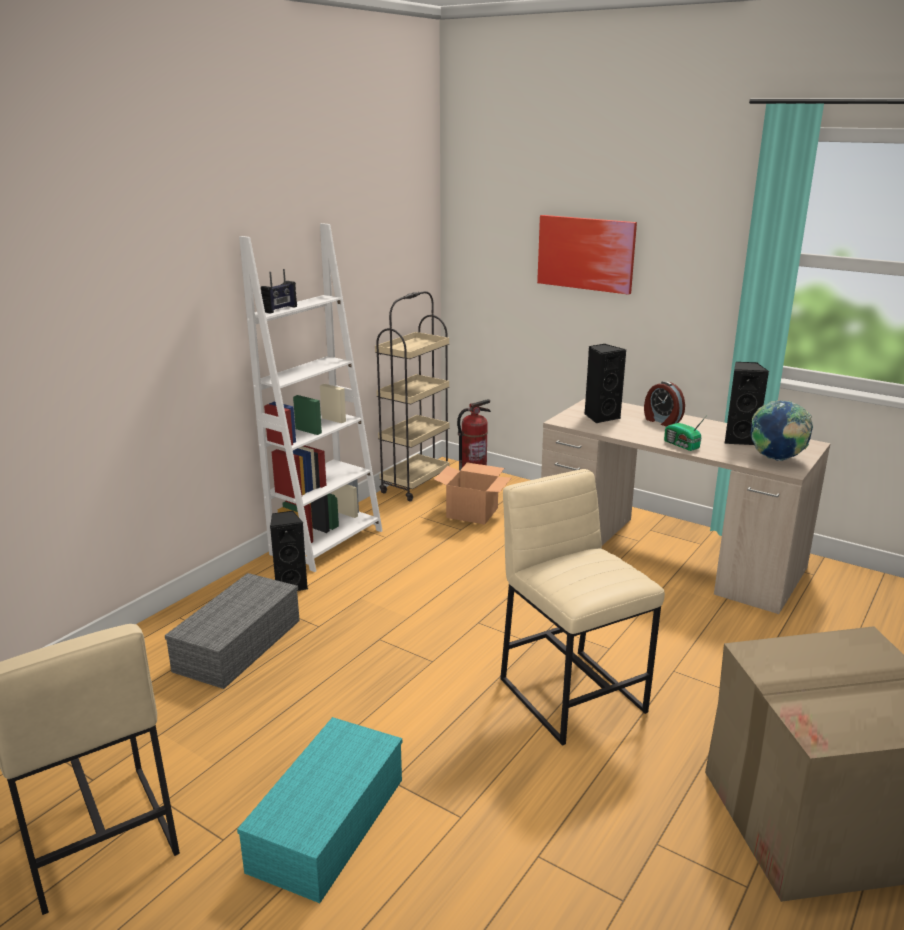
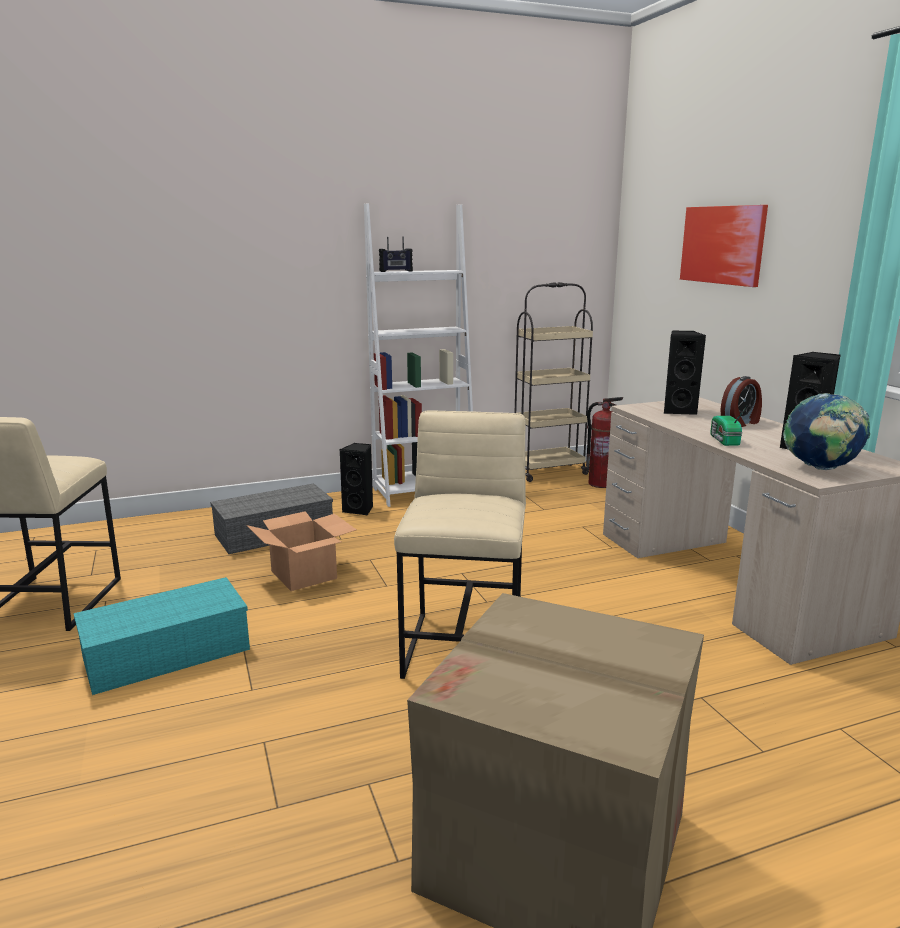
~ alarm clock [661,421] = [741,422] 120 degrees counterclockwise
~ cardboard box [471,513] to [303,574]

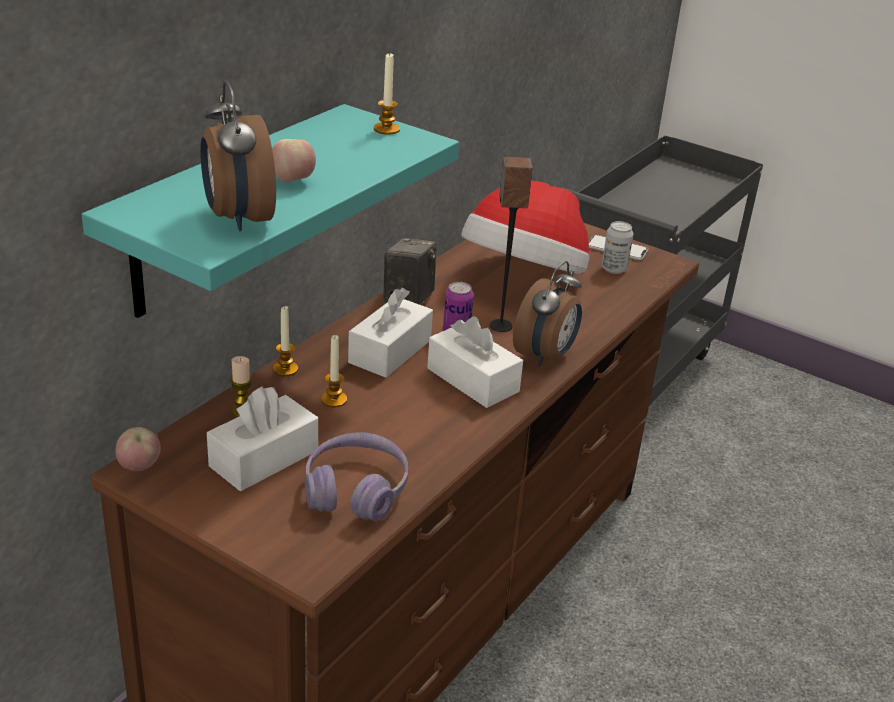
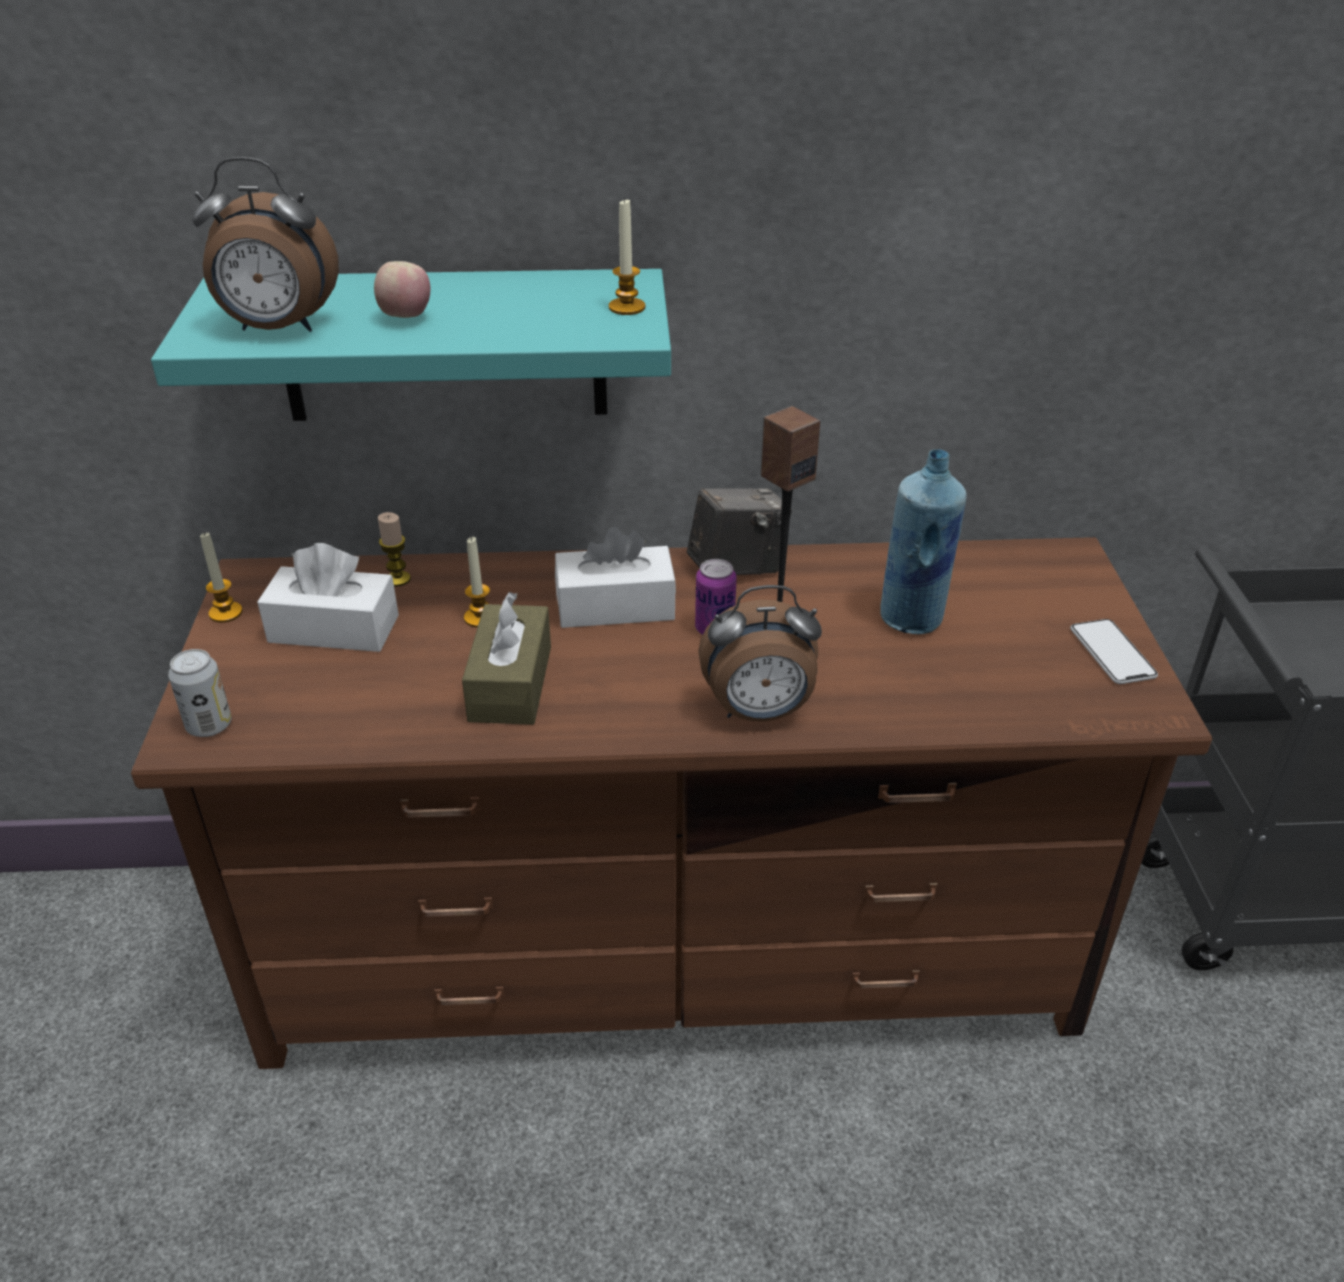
~ alarm clock [237,218] = [278,329] 120 degrees counterclockwise
~ hat [525,278] to bottle (blue) [912,619]
~ can [614,269] to [209,725]
~ candle [285,369] to [225,613]
- tissue box (white) [472,380]
- apple [139,467]
- headphones (purple) [355,490]
+ tissue box (brown) [510,683]

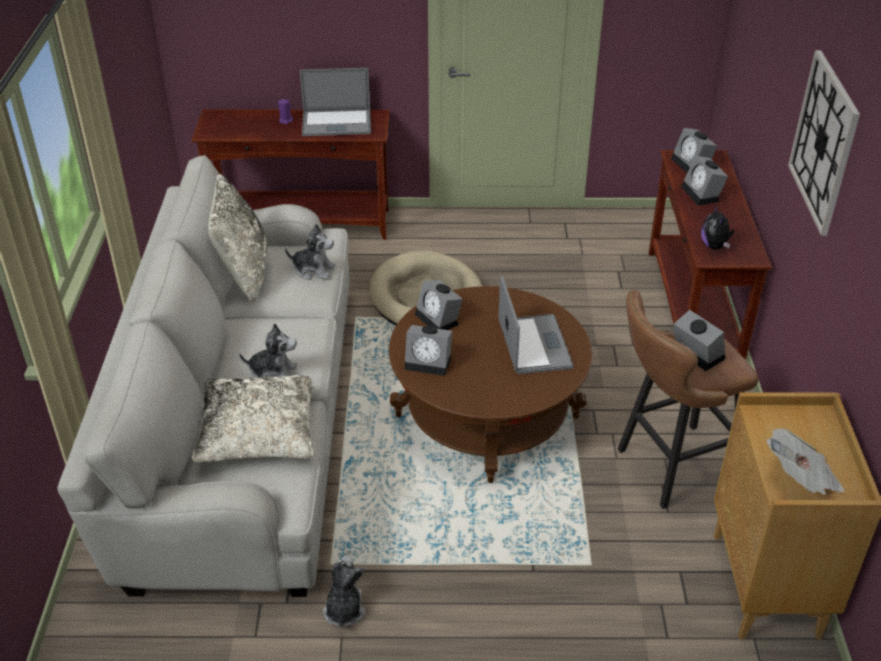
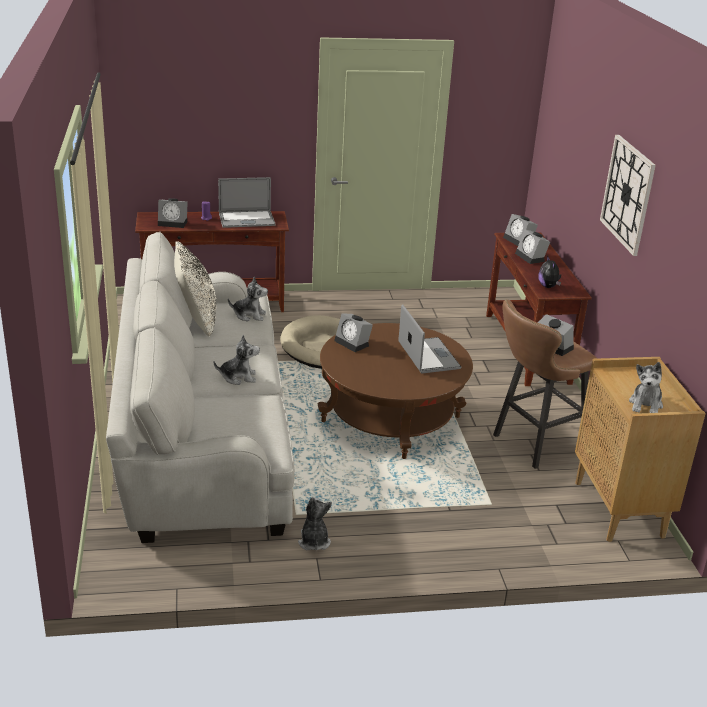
~ alarm clock [429,362] to [174,223]
- pillow (beige) [258,431]
~ newspaper [801,478] to plush toy [645,405]

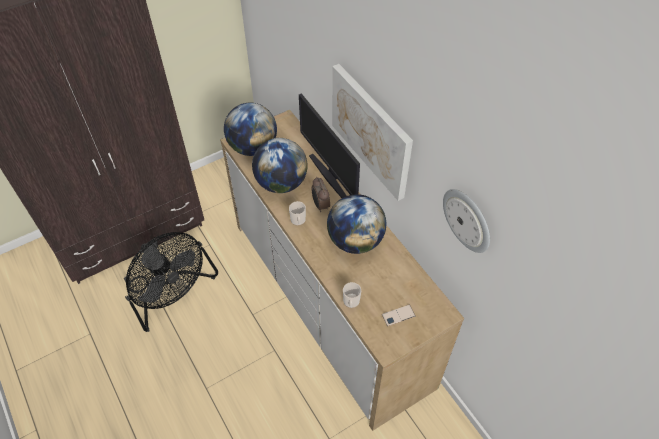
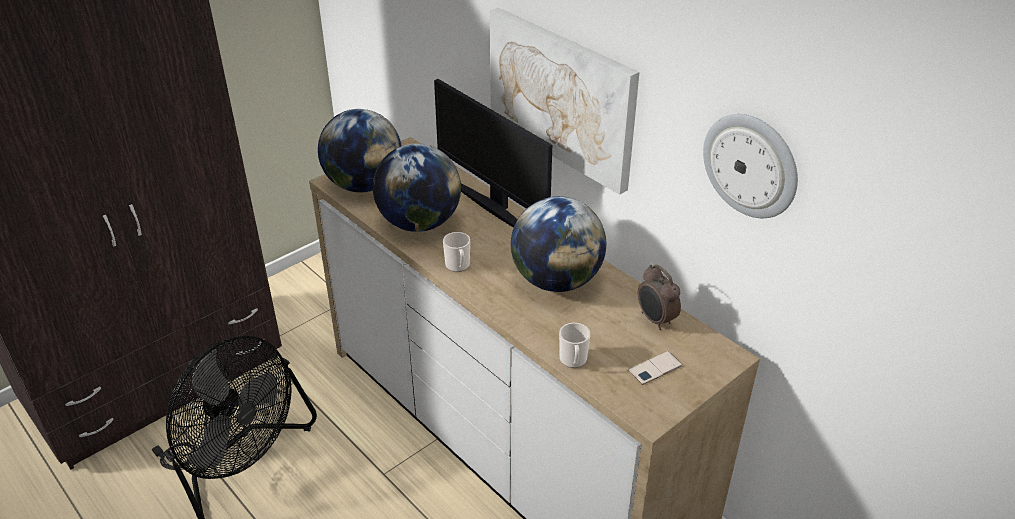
~ alarm clock [320,205] to [655,320]

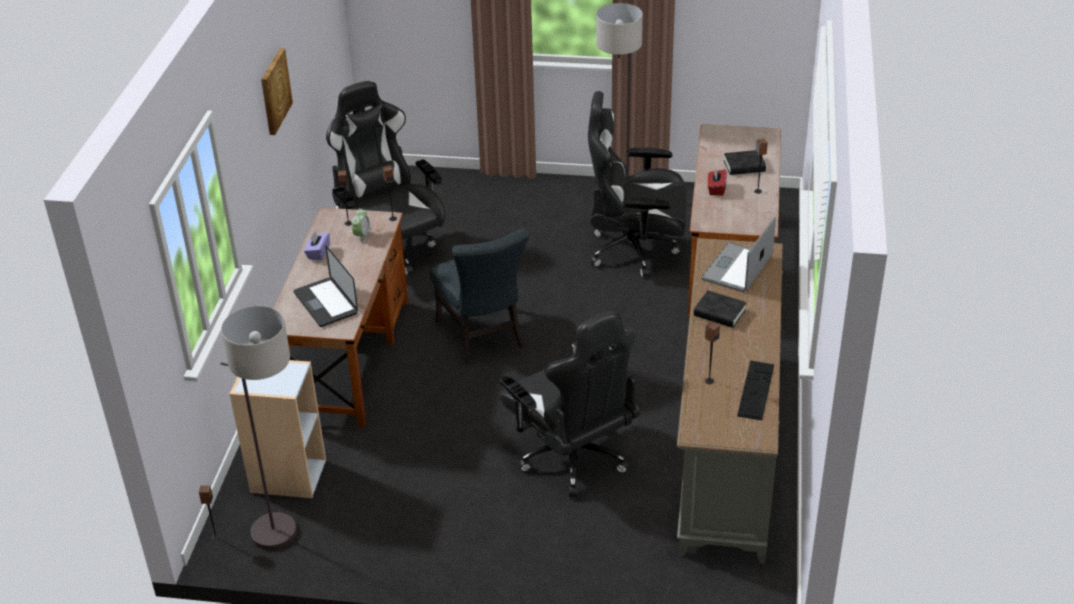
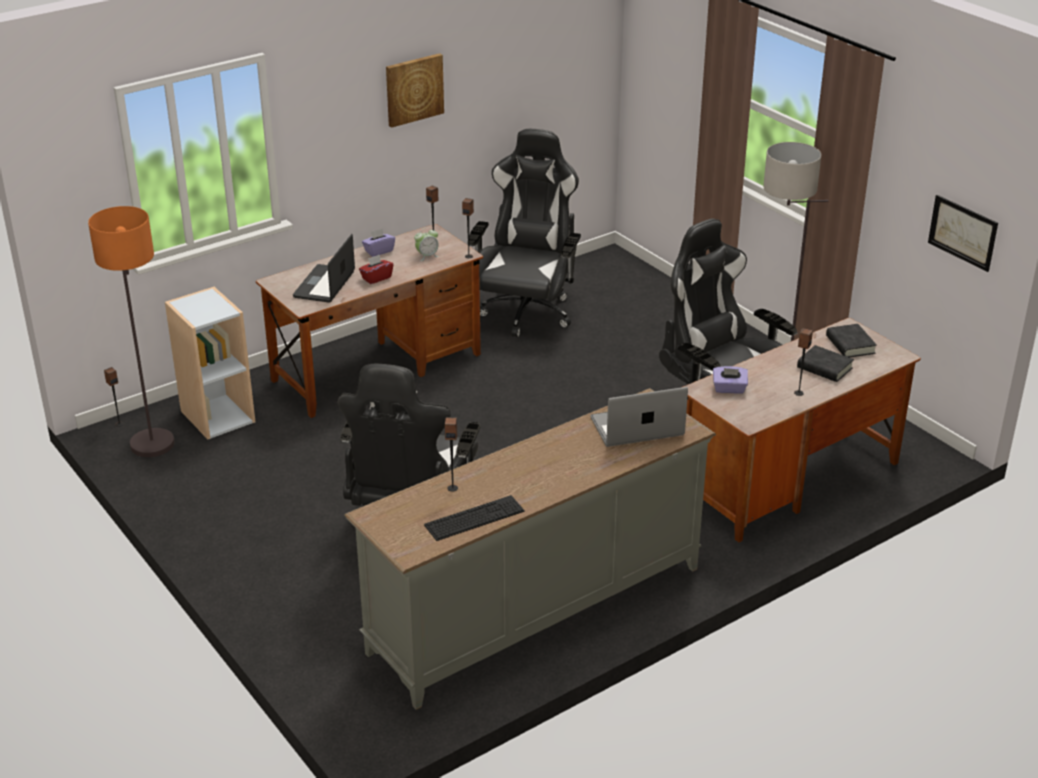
~ tissue box (red) [716,189] to [376,278]
- chair (grey) [484,337]
~ book (black) [719,313] to [850,345]
~ floor lamp (grey) [286,536] to floor lamp (orange) [155,451]
+ picture [962,232]
+ tissue box (purple) [729,389]

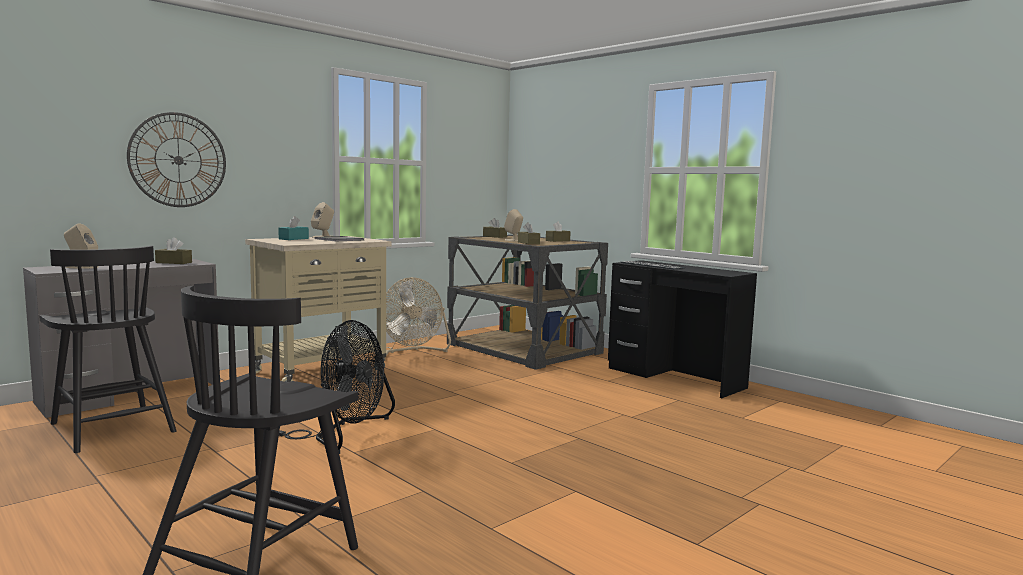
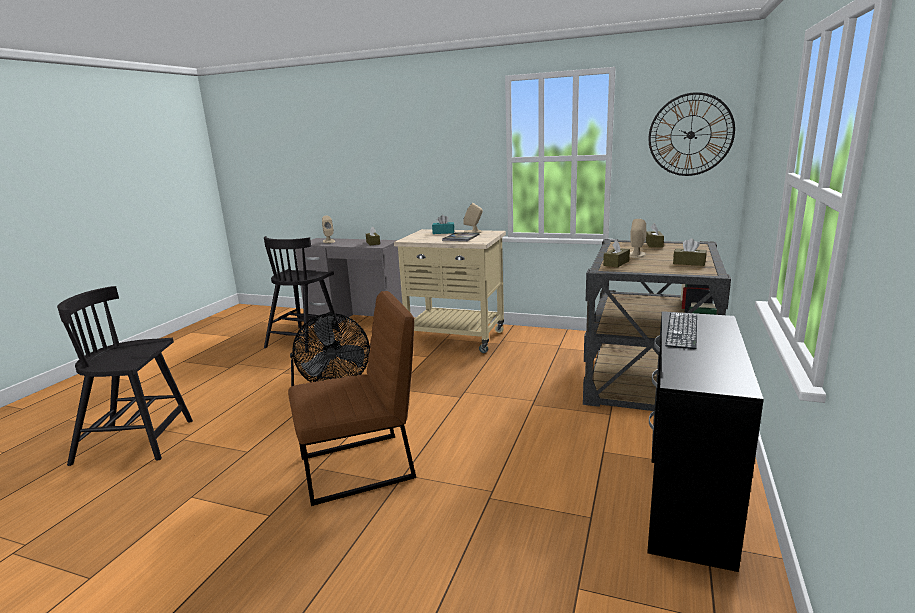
~ wall clock [178,160] to [690,135]
- fan (beige) [406,353]
+ chair (brown) [361,467]

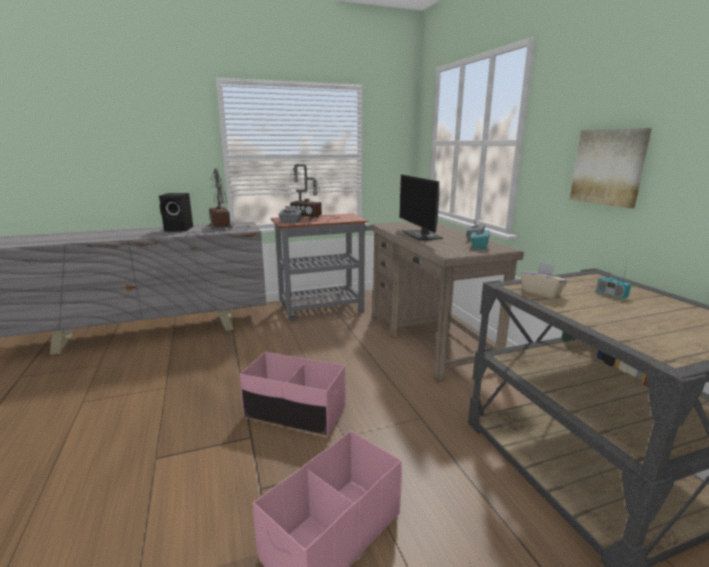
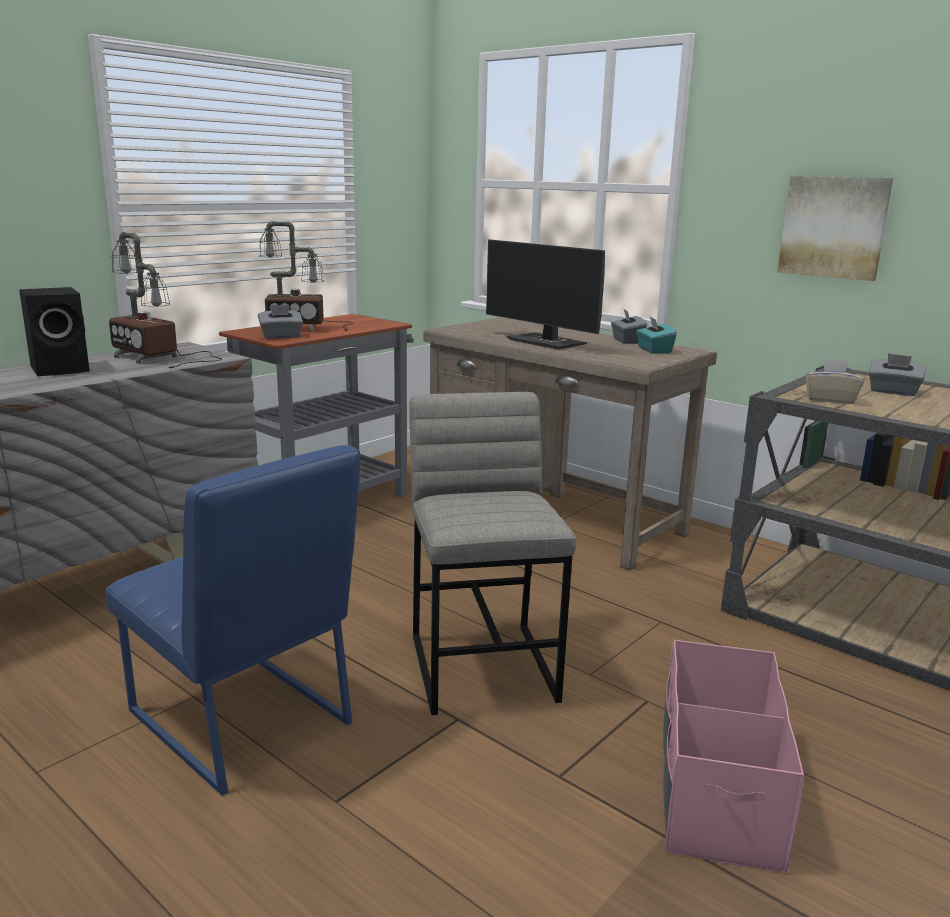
~ radio [611,294] to tissue box (grey) [893,391]
~ storage box (pink) [295,412] to chair (grey) [481,665]
+ chair (blue) [242,720]

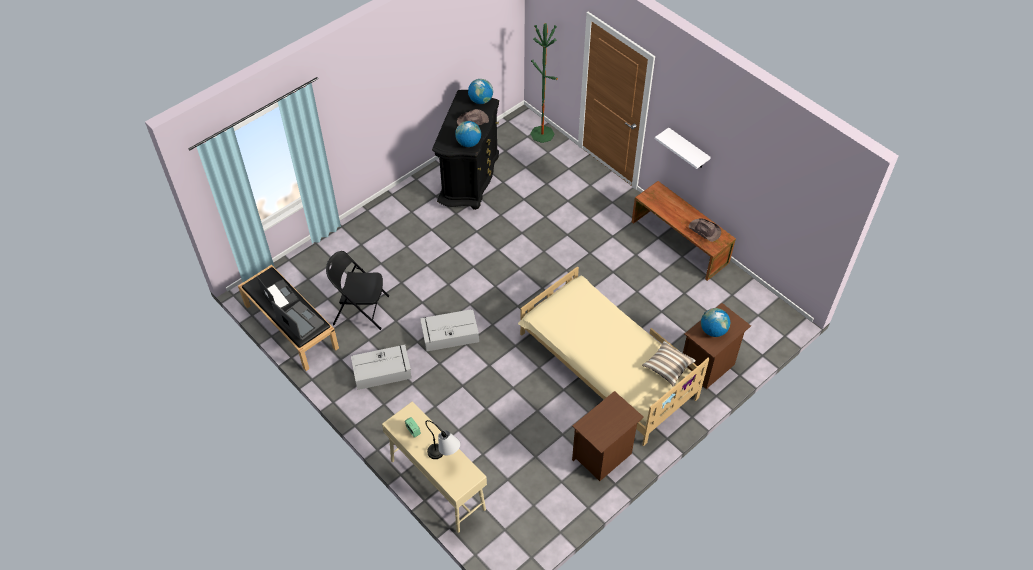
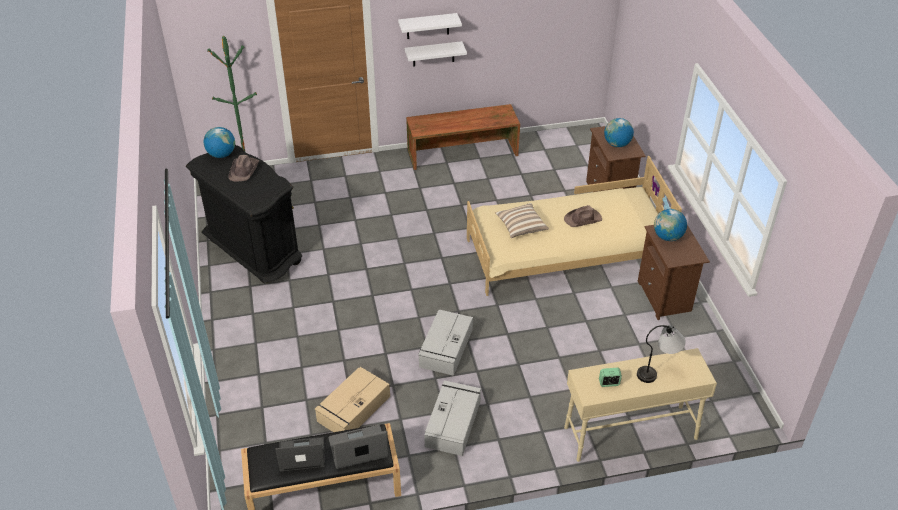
~ globe [468,143] to [667,237]
~ hat (brown) [704,231] to [583,219]
~ chair (black) [361,310] to storage box (beige) [353,409]
~ pillow [667,367] to [521,227]
+ shelf (white) [427,26]

